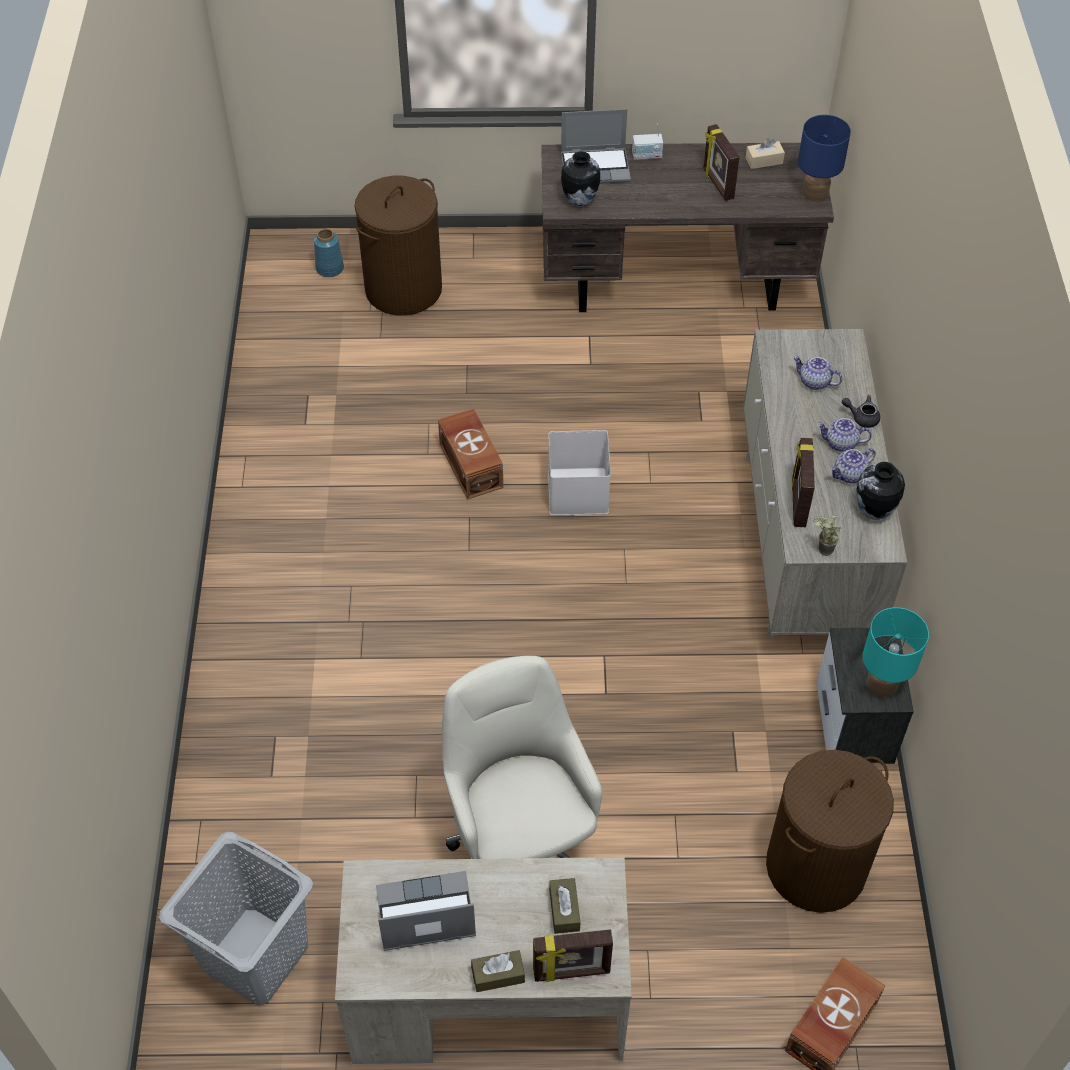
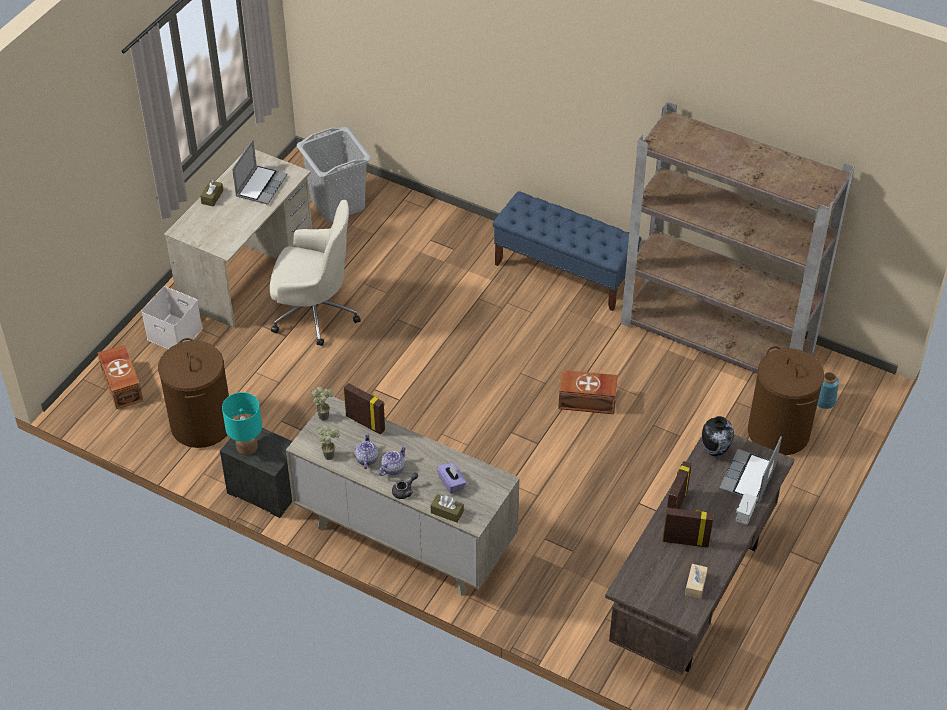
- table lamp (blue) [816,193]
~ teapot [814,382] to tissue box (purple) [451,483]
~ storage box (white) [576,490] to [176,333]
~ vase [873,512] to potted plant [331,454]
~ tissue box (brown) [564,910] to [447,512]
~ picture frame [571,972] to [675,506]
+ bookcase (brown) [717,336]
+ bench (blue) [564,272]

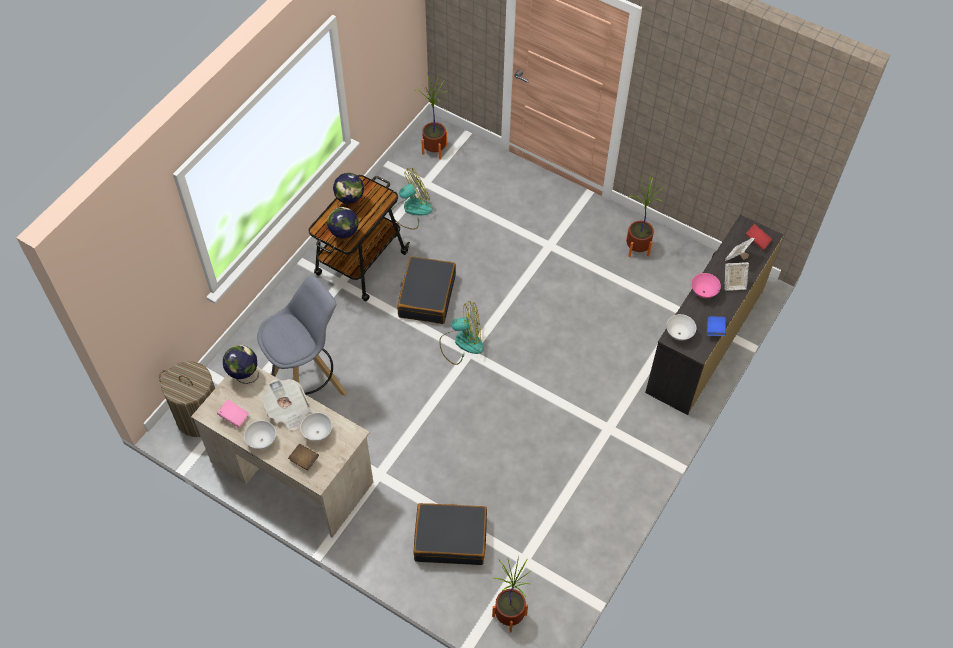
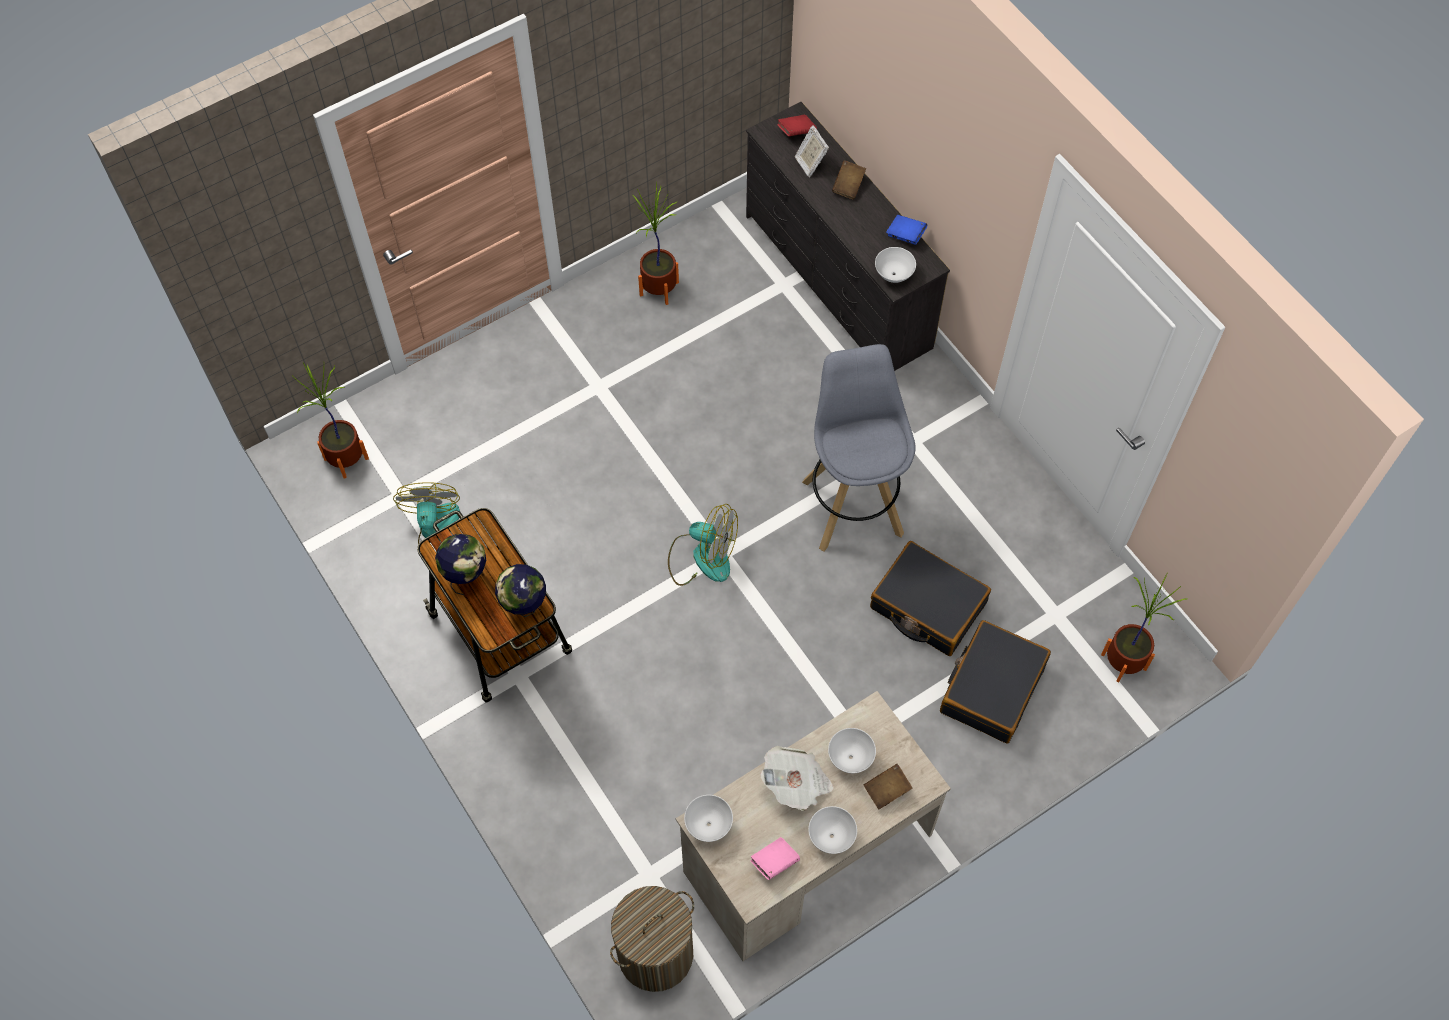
~ suitcase (black) [426,296] to [927,606]
~ picture frame [733,284] to book (brown) [848,186]
- bowl (pink) [703,292]
~ stool (grey) [309,387] to [852,504]
~ fan [461,343] = [702,557] 90 degrees clockwise
~ globe [244,375] to bowl (white) [708,825]

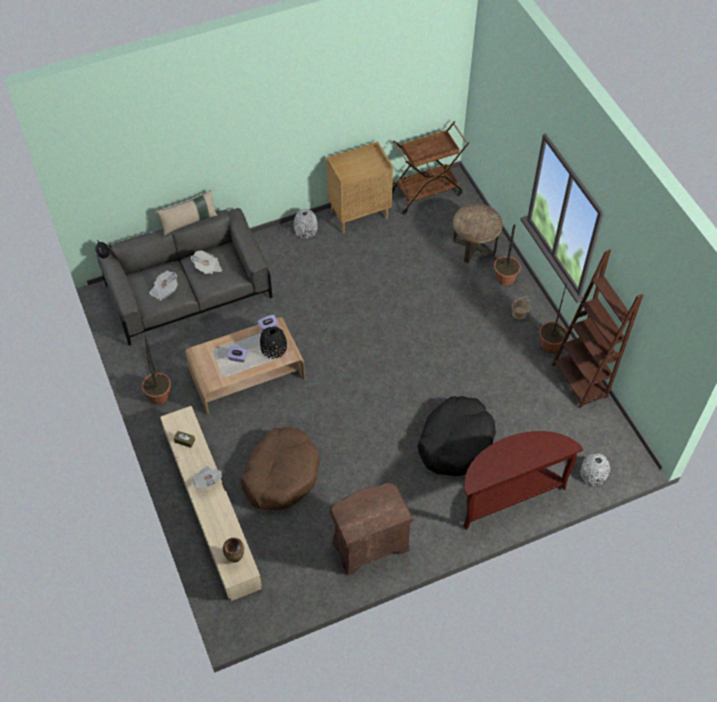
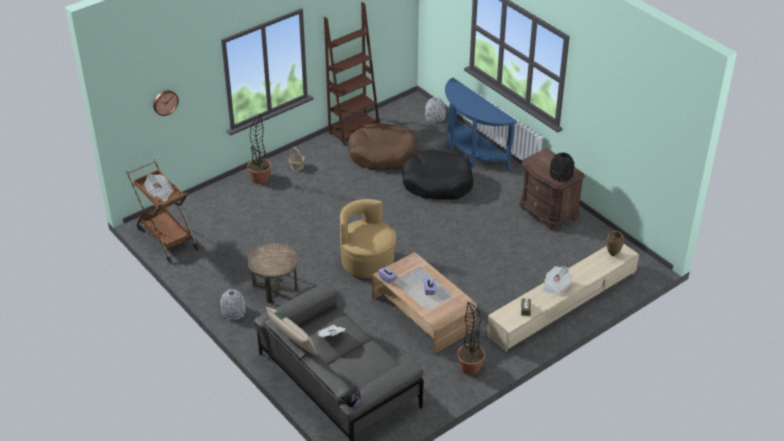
- cabinet (brown) [360,215]
~ side table (brown) [474,247] to [275,287]
~ newspaper [164,290] to [159,193]
- potted plant [550,344]
~ vase (black) [273,348] to [561,175]
~ dog bed (brown) [281,474] to [383,154]
~ console table (brown) [508,495] to console table (blue) [471,152]
+ wall clock [165,102]
+ armchair (beige) [368,263]

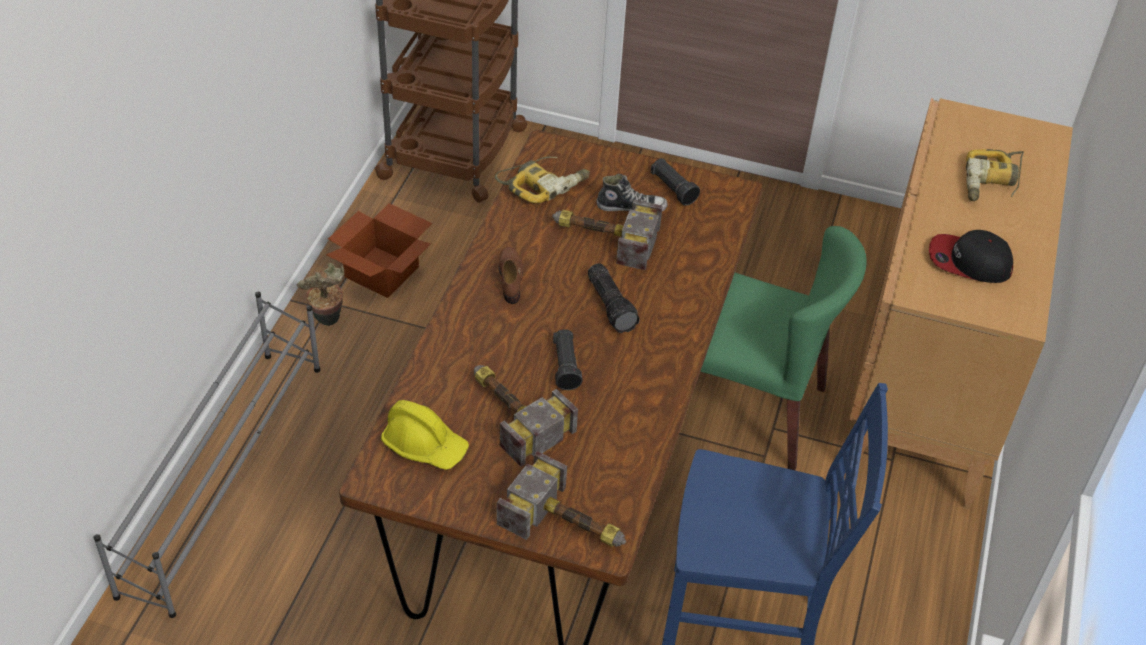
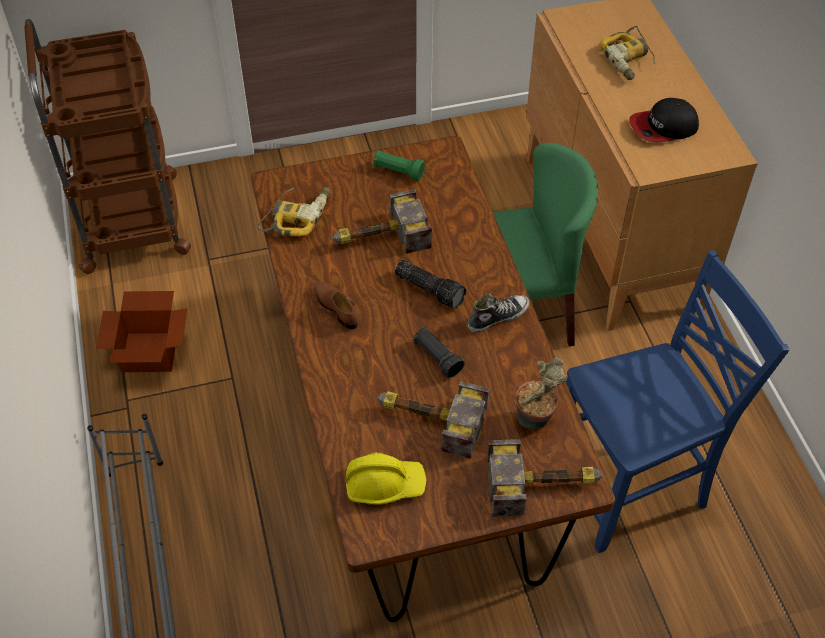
~ flashlight (black) [672,189] to flashlight (green) [398,171]
~ shoe [631,207] to [497,317]
~ potted plant [327,320] to [535,422]

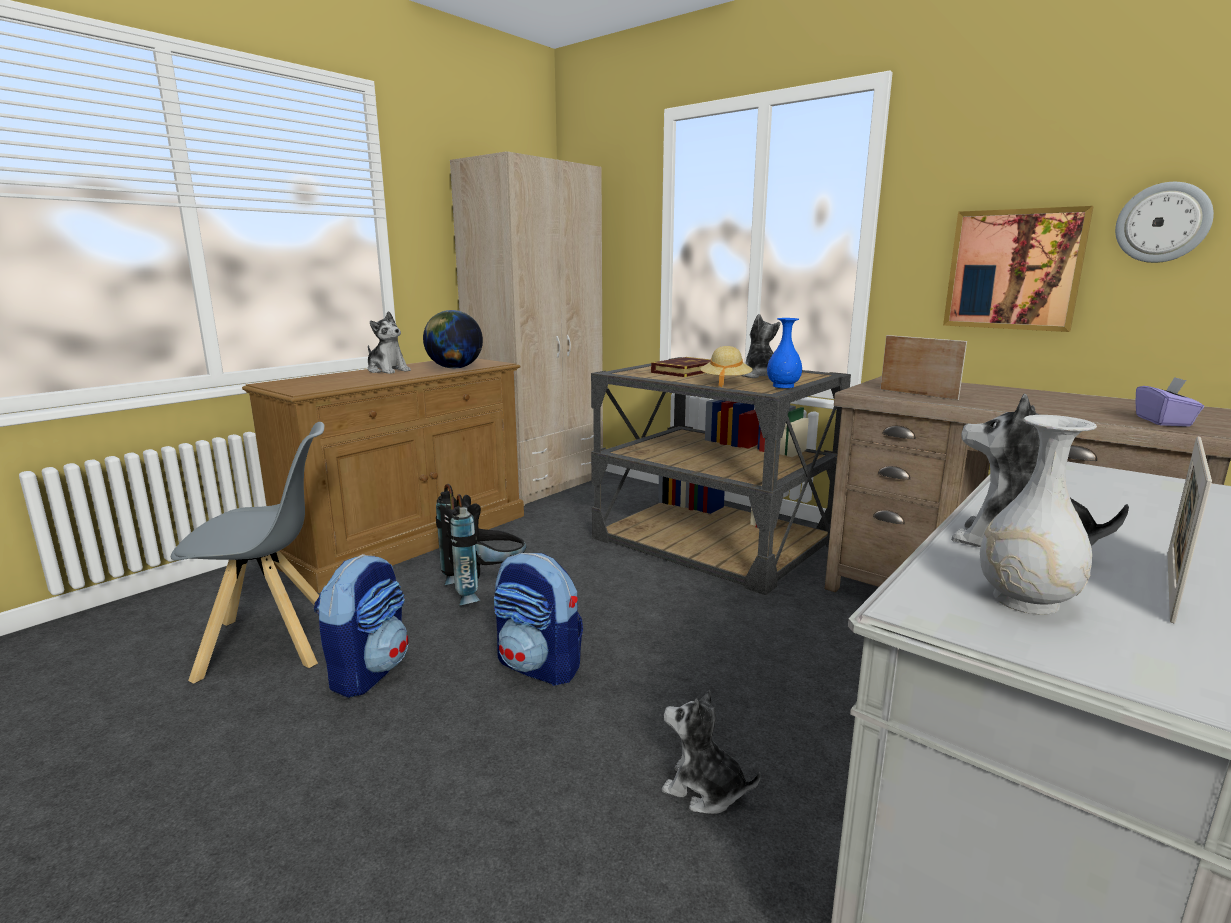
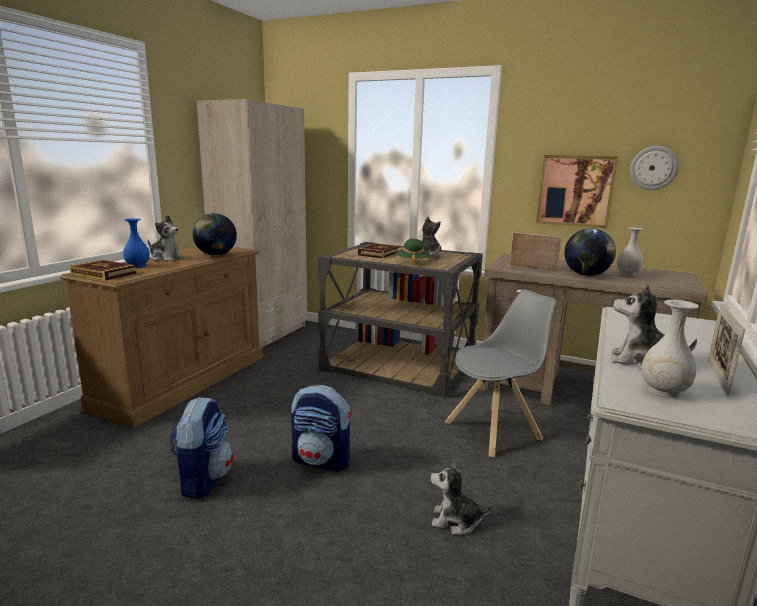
~ vase (blue) [783,386] to [138,266]
~ hat (beige) [725,382] to hat (green) [412,262]
- tissue box (purple) [1163,421]
~ chair (grey) [272,643] to [495,430]
- backpack (black) [485,588]
+ vase (white) [628,274]
+ globe [586,275]
+ book [103,273]

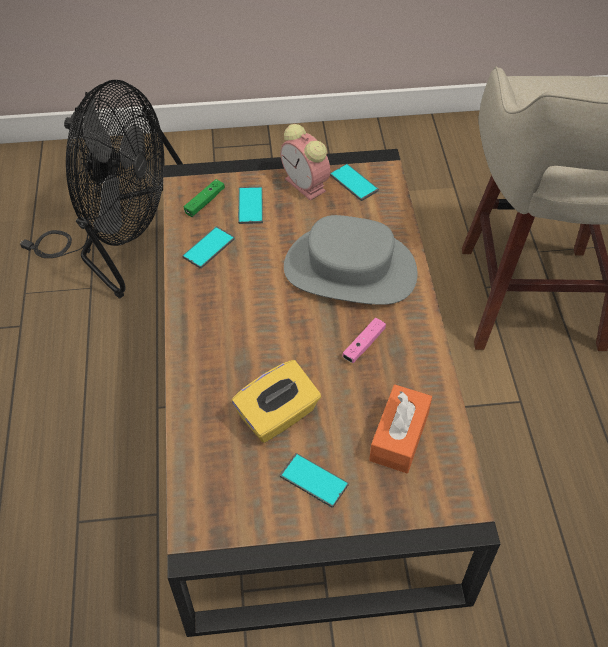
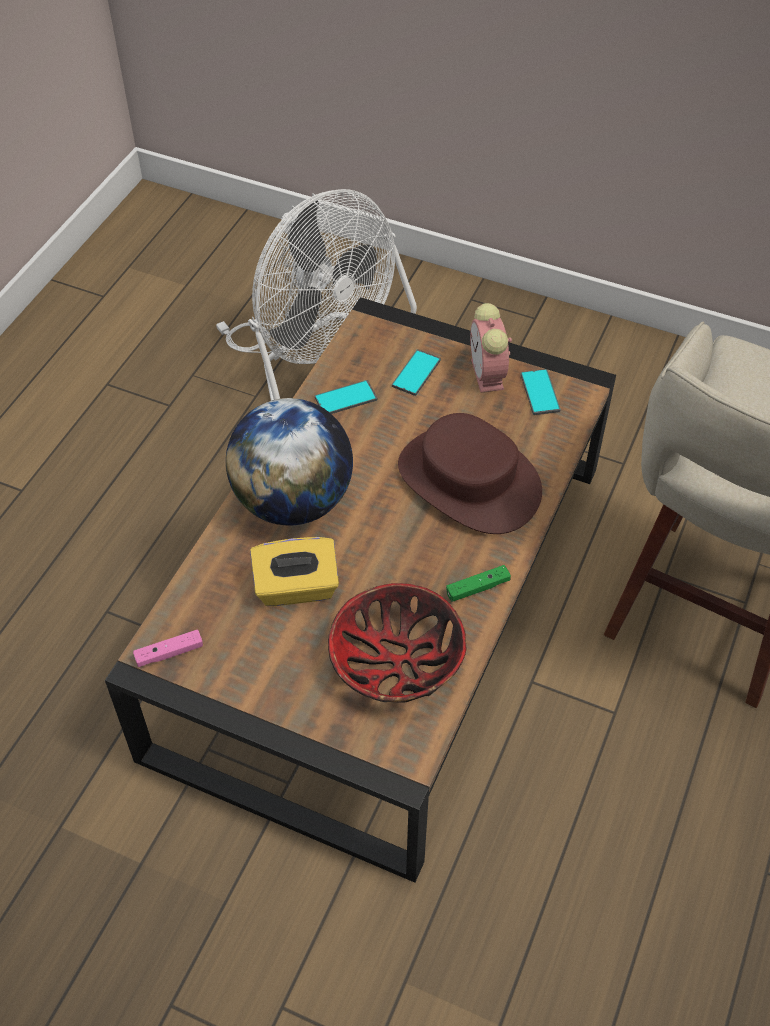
~ fan (black) [117,237] to fan (white) [312,356]
~ game controller (green) [205,202] to [477,588]
~ hat (grey) [349,270] to hat (brown) [468,481]
~ game controller (pink) [364,345] to [169,653]
~ tissue box (orange) [399,436] to bowl [396,663]
- phone [313,480]
+ globe [293,501]

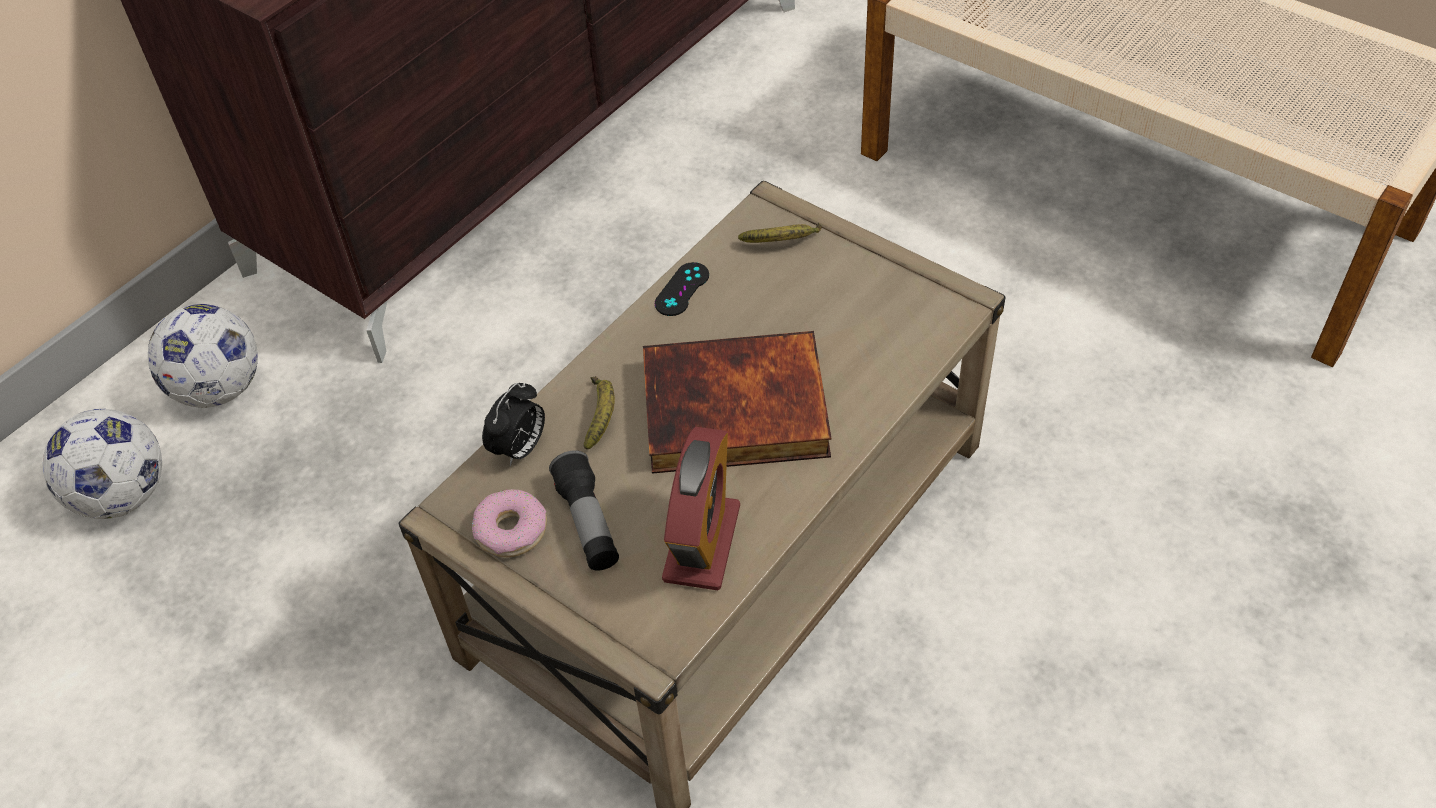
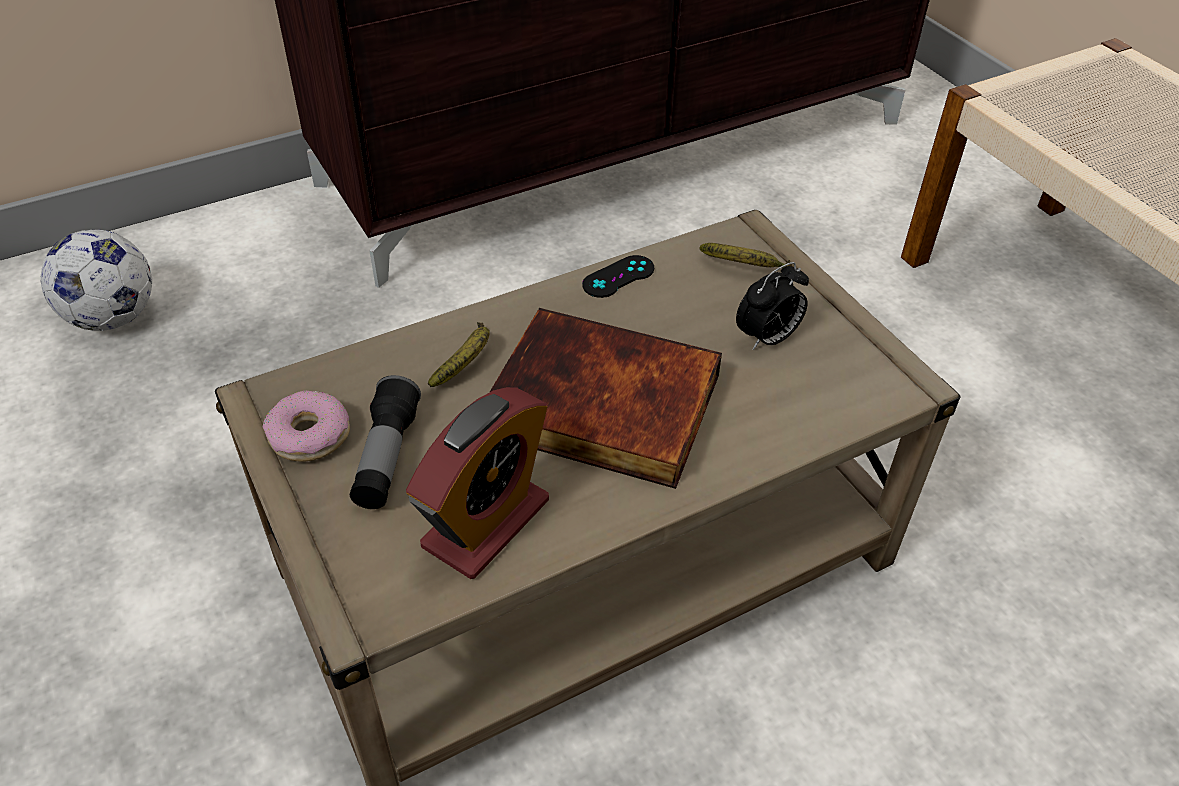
- football [219,389]
~ alarm clock [520,449] to [767,339]

